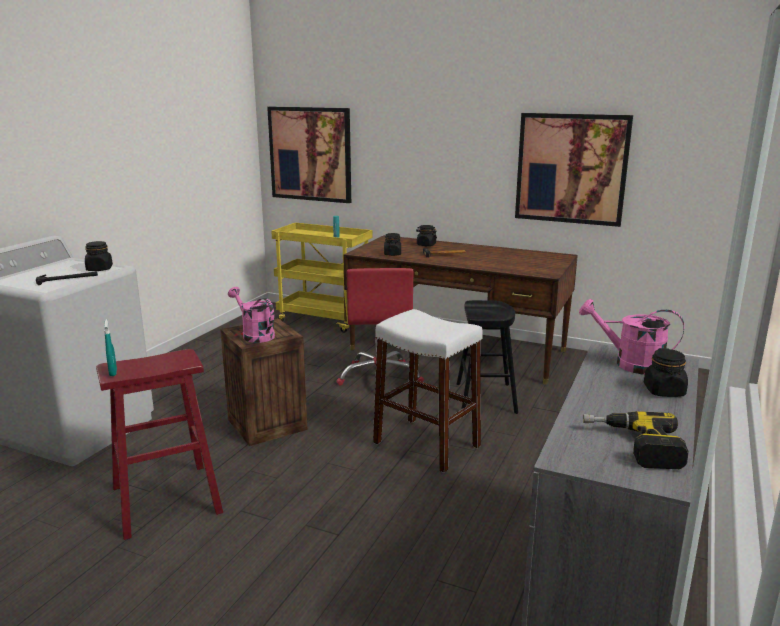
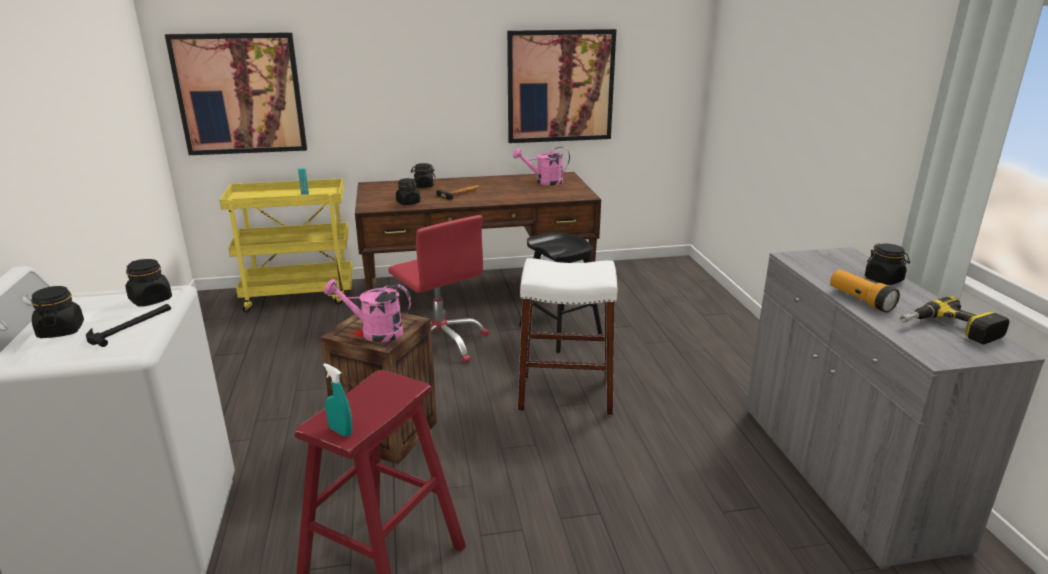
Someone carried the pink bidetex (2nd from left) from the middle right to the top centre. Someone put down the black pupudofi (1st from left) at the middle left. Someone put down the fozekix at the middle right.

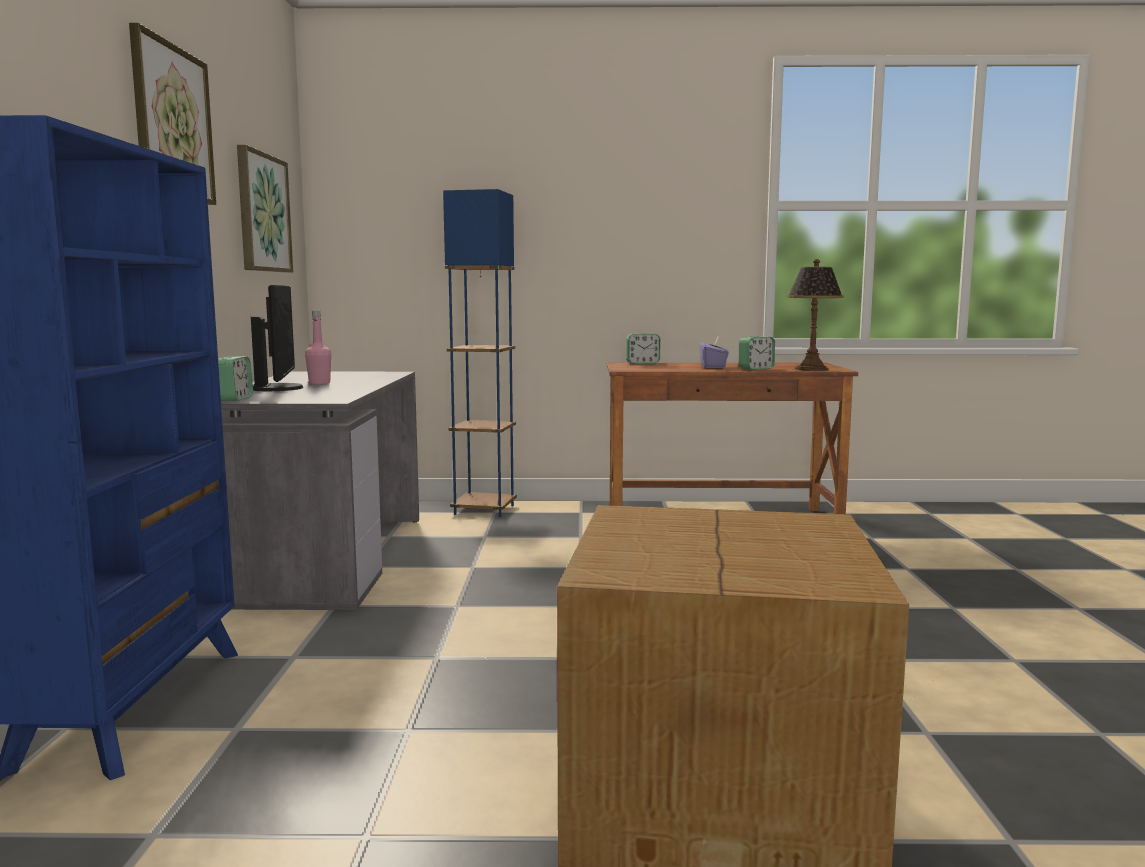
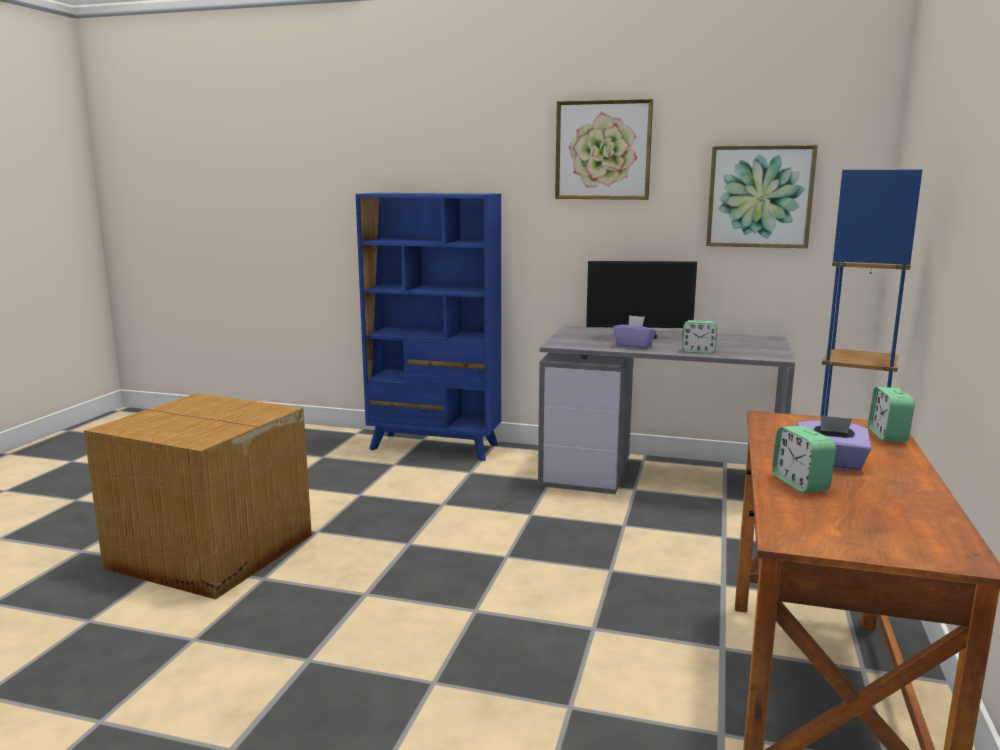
Someone carried the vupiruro (1st from left) from the middle left to the middle right. Someone took away the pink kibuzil at the middle left. Someone took away the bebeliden at the middle right. Someone put down the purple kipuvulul (1st from left) at the centre.

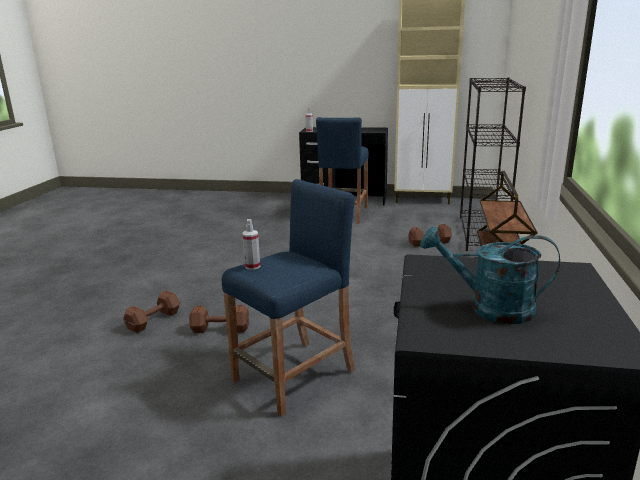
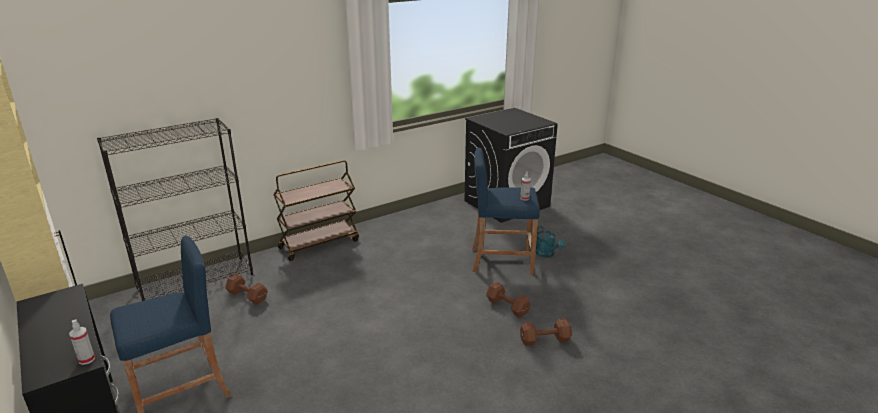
Someone carried the turquoise bidetex from the middle right to the centre.

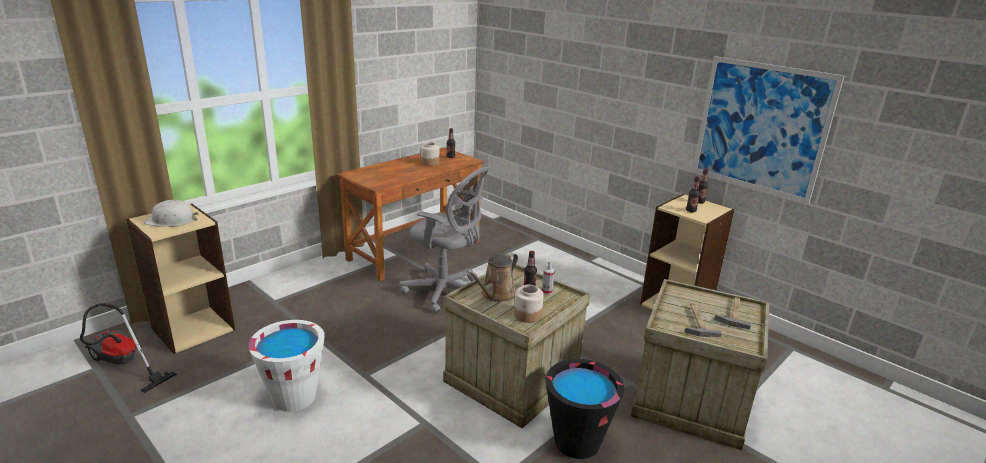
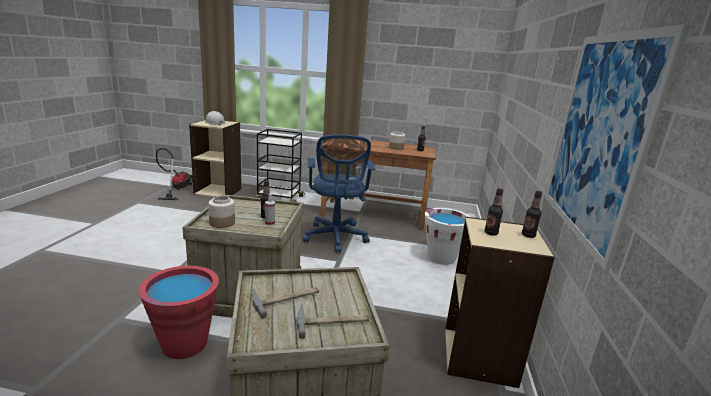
Someone carried the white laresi from the bottom left to the centre. Someone repainted the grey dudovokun at the centre, which became the blue dudovokun at the centre. Someone took away the brown bidetex at the centre. Someone repainted the black laresi at the bottom centre, which became the red laresi at the bottom left. Someone put down the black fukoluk at the centre.

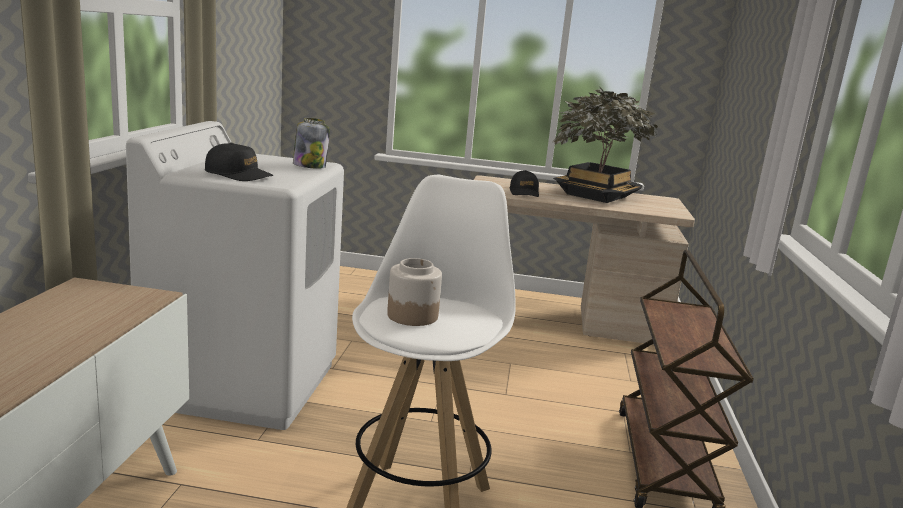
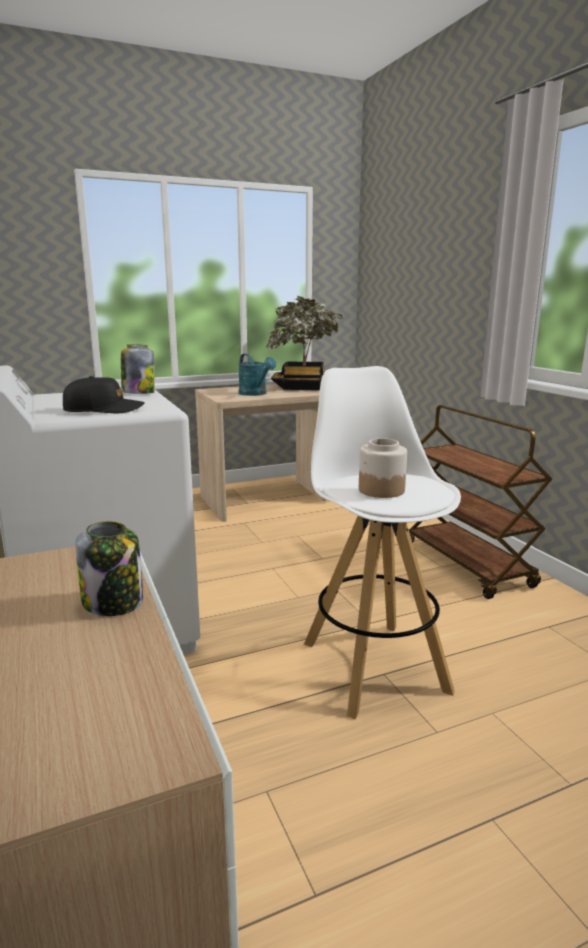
Someone swapped the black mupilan (2nd from left) at the centre for the turquoise bidetex at the centre. Someone put down the pupudofi (1st from left) at the middle left.

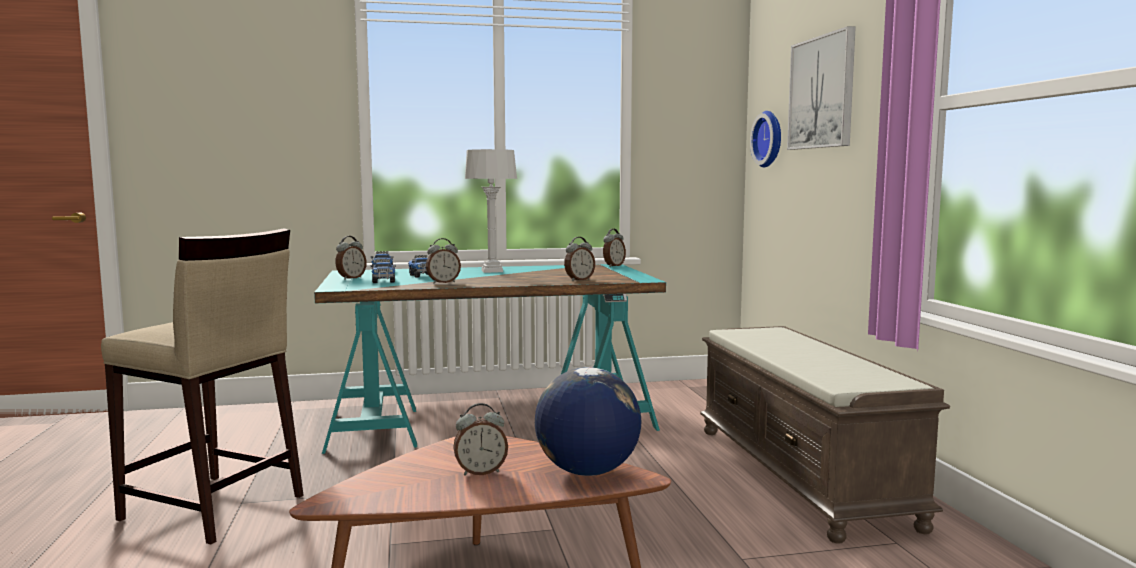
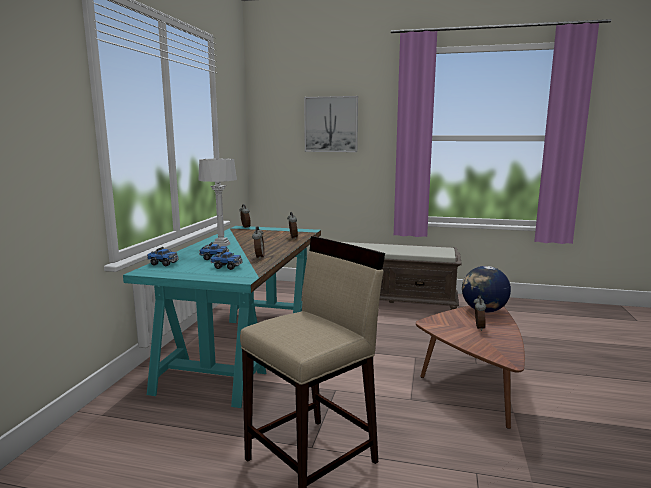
Someone took away the vupiruro (1st from left) at the middle left. Someone took away the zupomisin at the top right.

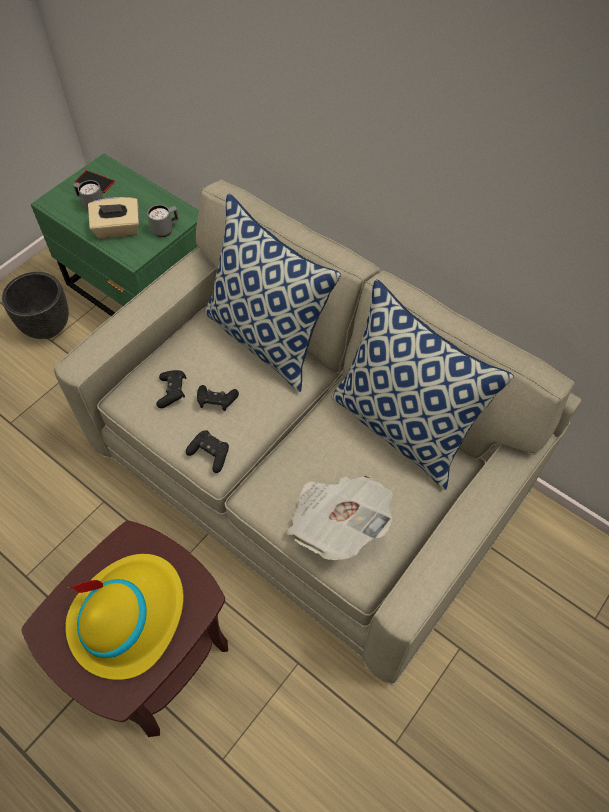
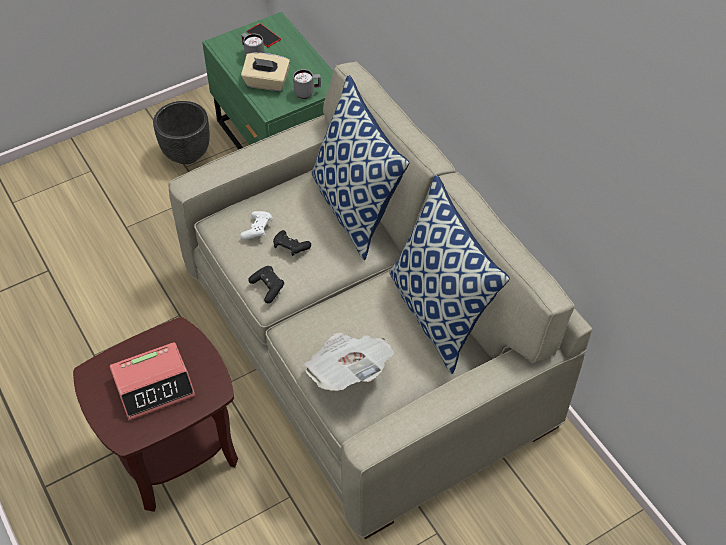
Someone swapped the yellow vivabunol at the bottom left for the vupiruro at the bottom left. Someone repainted the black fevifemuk (1st from left) at the middle left, which became the white fevifemuk at the centre.

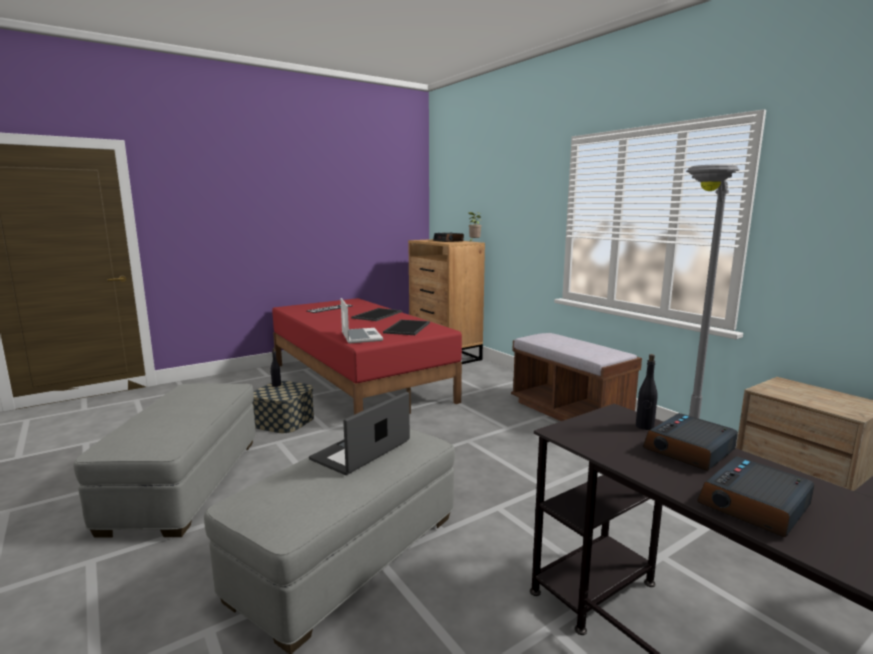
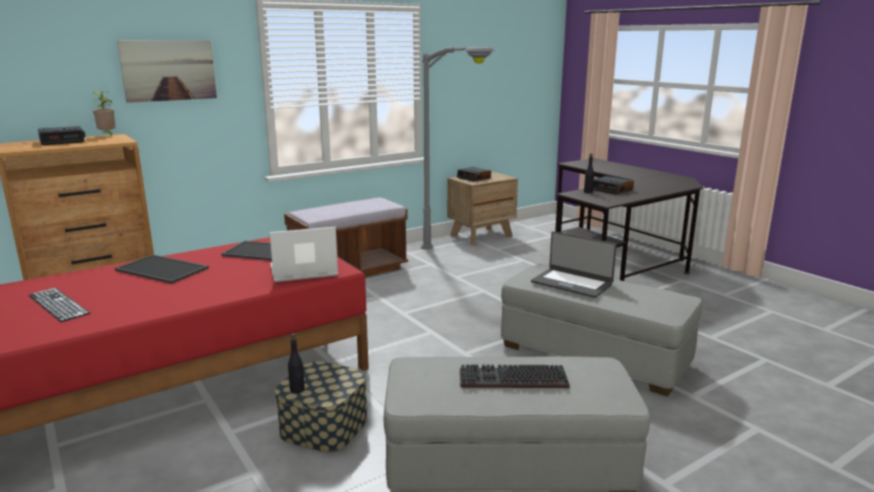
Someone carried the vupiruro (3rd from left in the first image) from the bottom right to the centre. Someone put up the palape at the top left. Someone put down the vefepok (2nd from left) at the bottom centre.

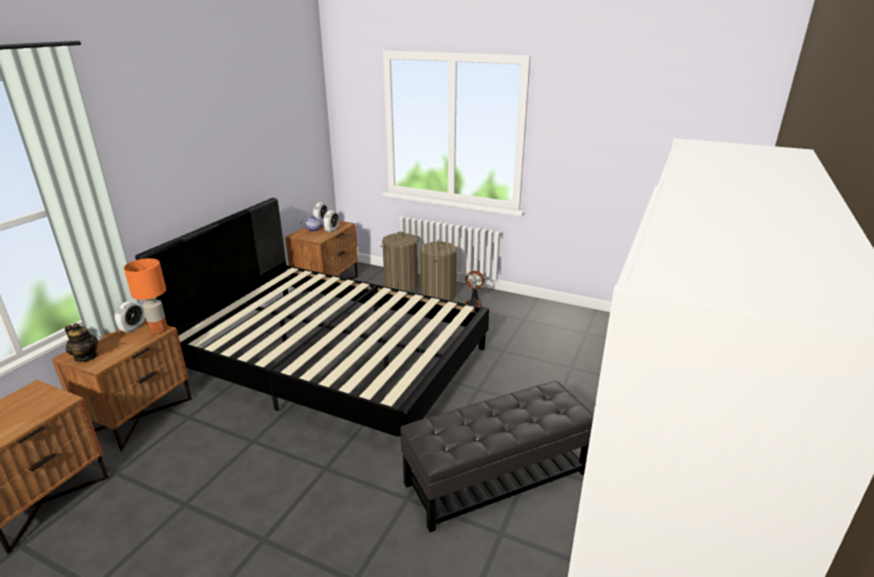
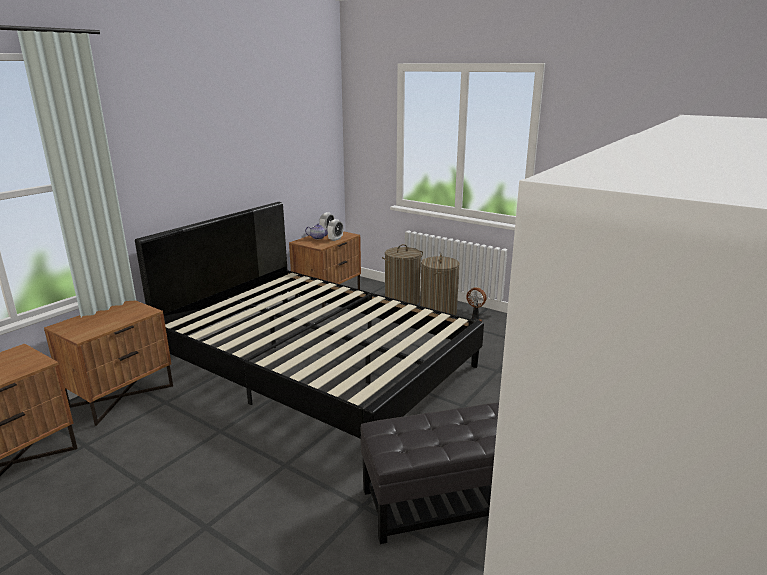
Someone took away the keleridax (1st from left) at the middle left. Someone took away the vupiruro (1st from left) at the middle left. Someone took away the orange bebeliden at the middle left.

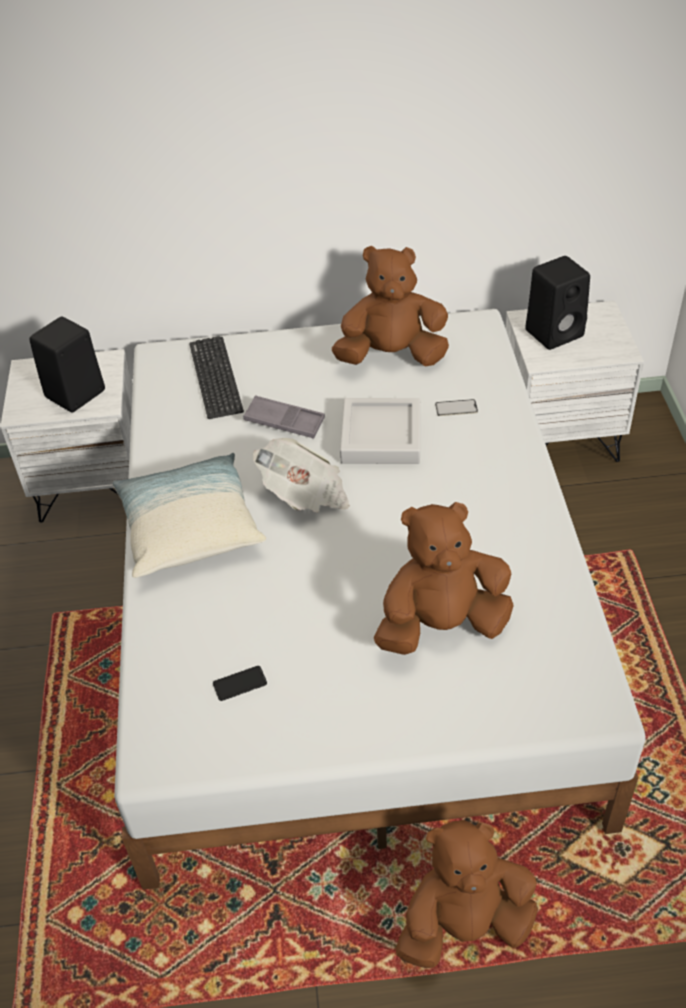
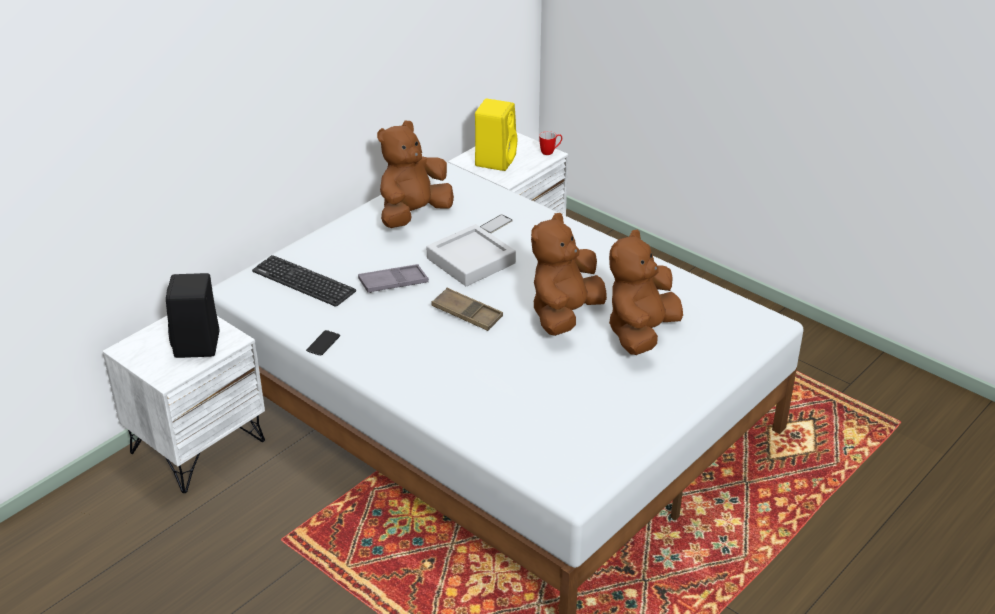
Someone took away the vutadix at the middle left. Someone carried the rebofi (1st from left) from the bottom centre to the middle left. Someone swapped the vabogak at the centre for the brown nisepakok at the centre. Someone carried the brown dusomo (3rd from left in the first image) from the bottom right to the centre. Someone repainted the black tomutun (2nd from left) at the top right, which became the yellow tomutun at the top centre. Someone put down the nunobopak at the top centre.

